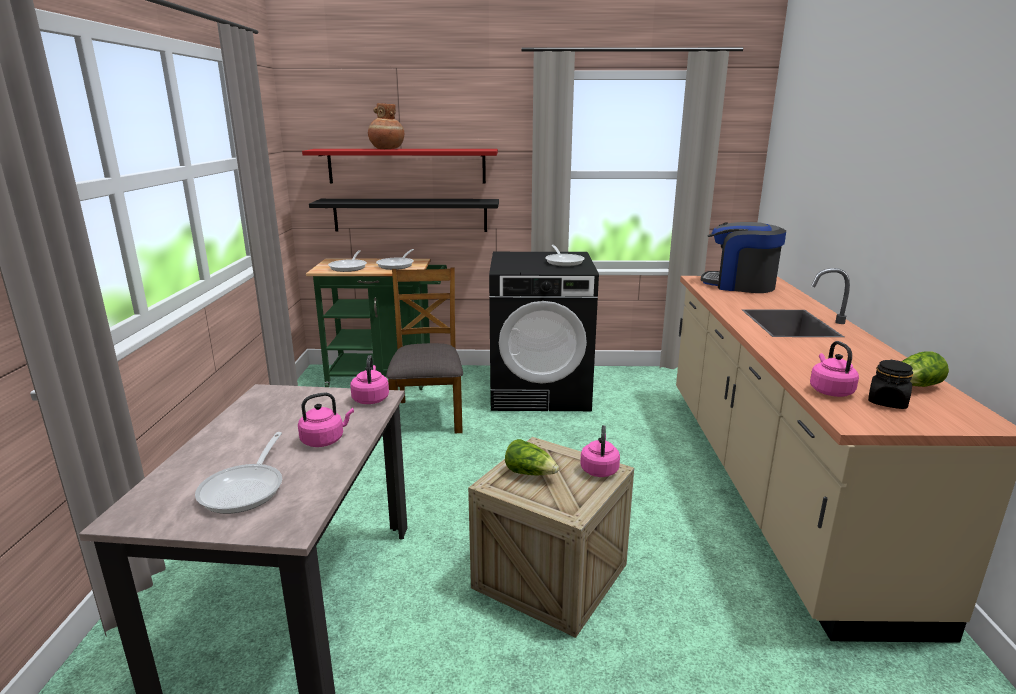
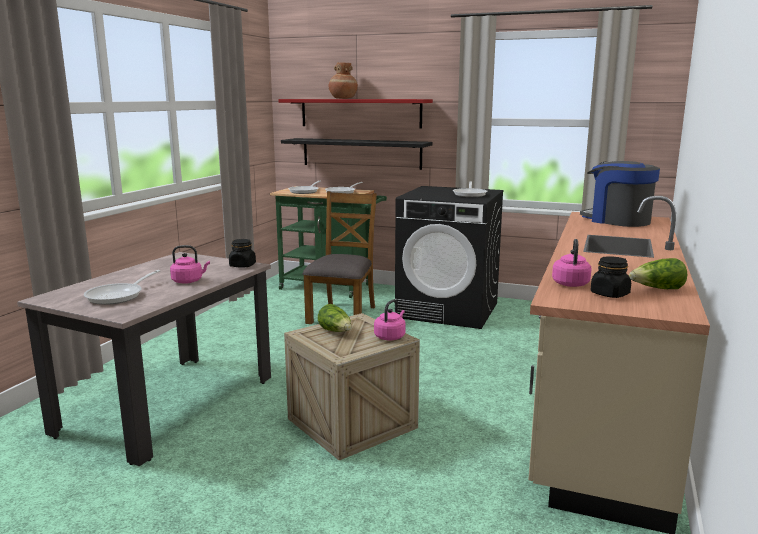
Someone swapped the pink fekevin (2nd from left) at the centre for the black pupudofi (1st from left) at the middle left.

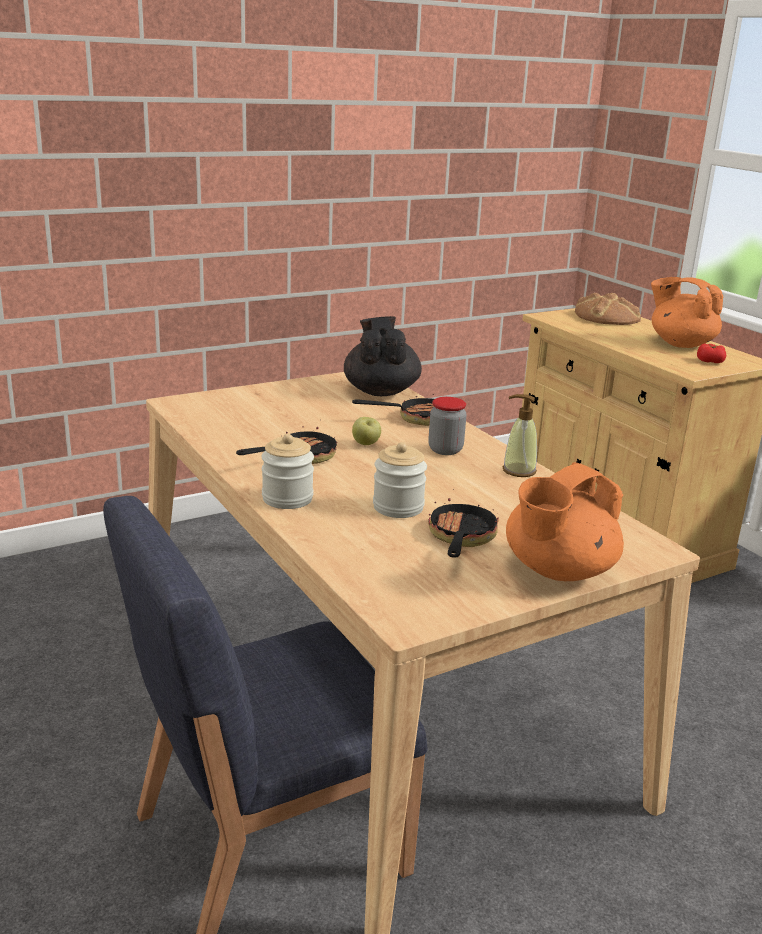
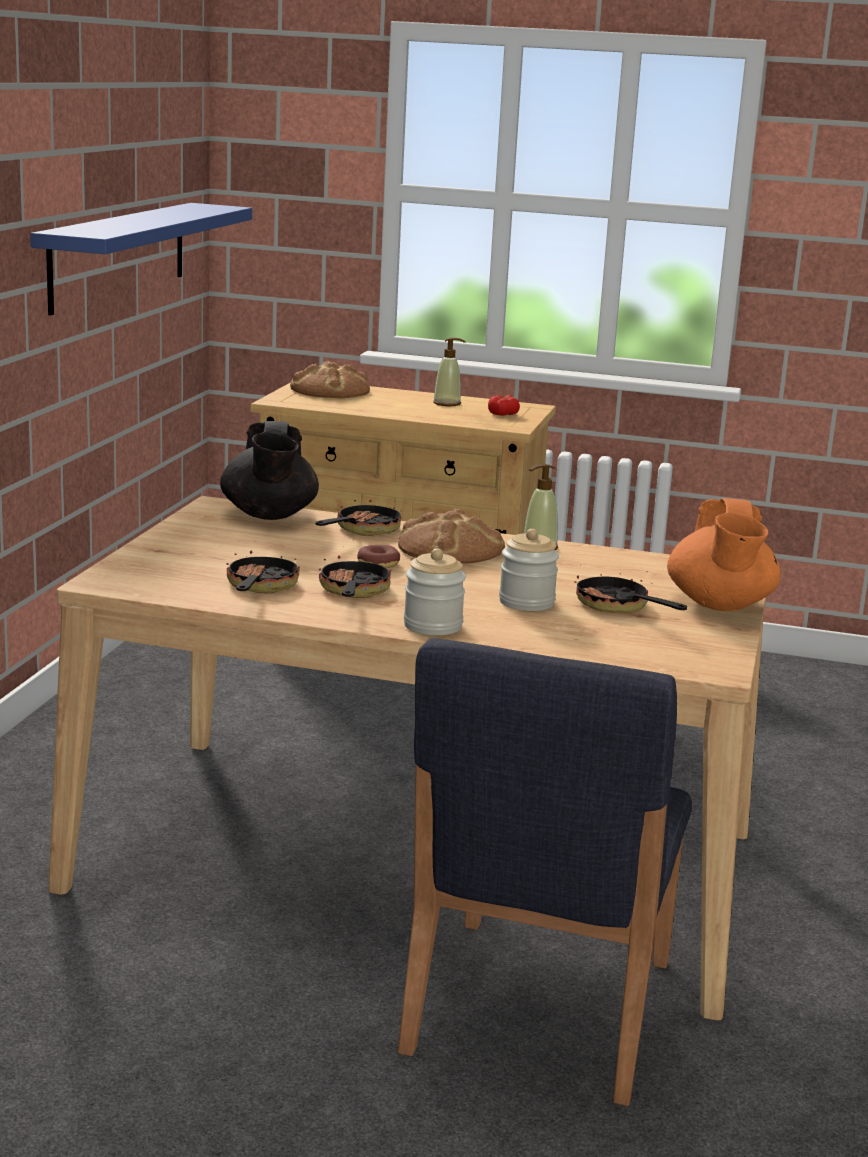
Someone rotated the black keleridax at the centre by 135 degrees counterclockwise. Someone swapped the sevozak at the centre for the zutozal at the centre. Someone swapped the pupudofi (3rd from left) at the centre for the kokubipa (2nd from left) at the centre. Someone swapped the orange keleridax (2nd from left) at the middle right for the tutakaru (1st from left) at the top centre. Someone put up the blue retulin at the top left. Someone put down the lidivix (1st from left) at the middle left.

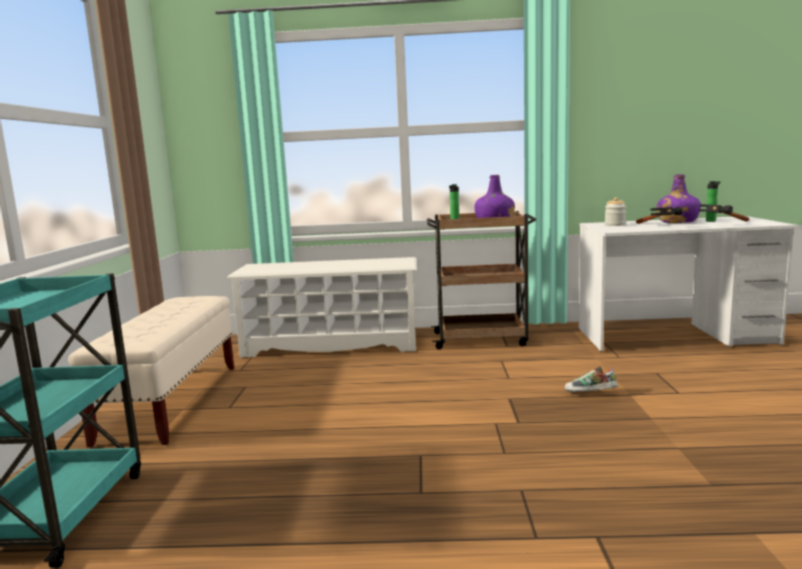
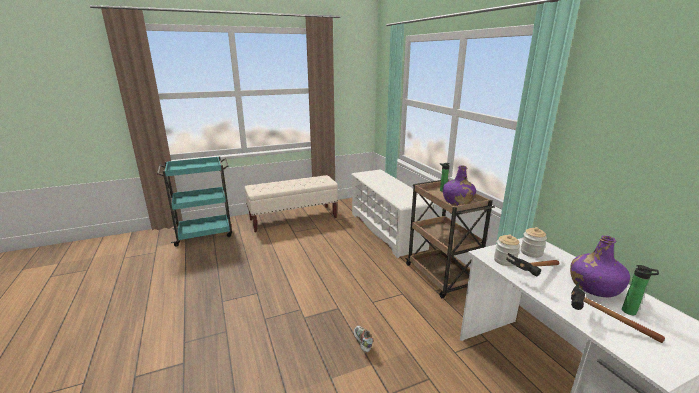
Someone put down the pupudofi (1st from left) at the middle right.

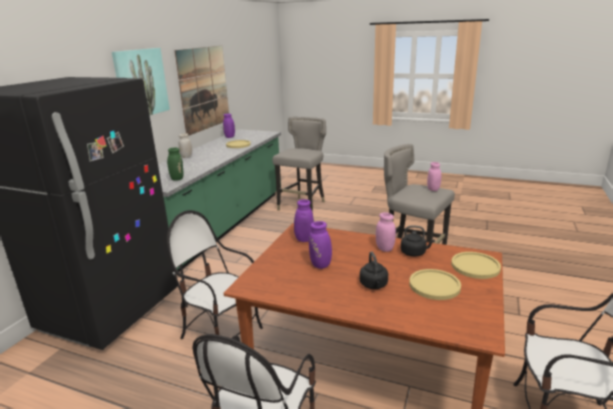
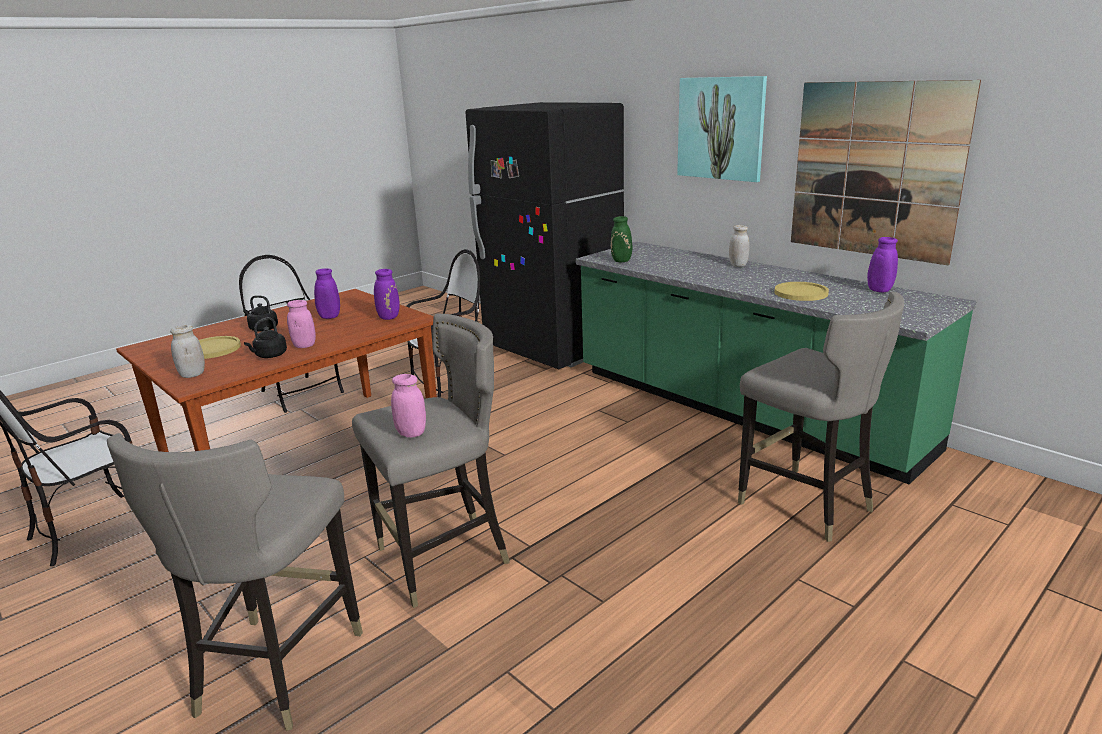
Someone swapped the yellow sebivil (3rd from left) at the middle right for the white pupudofi (1st from left) at the middle left. Someone put down the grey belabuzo (1st from left) at the bottom left.

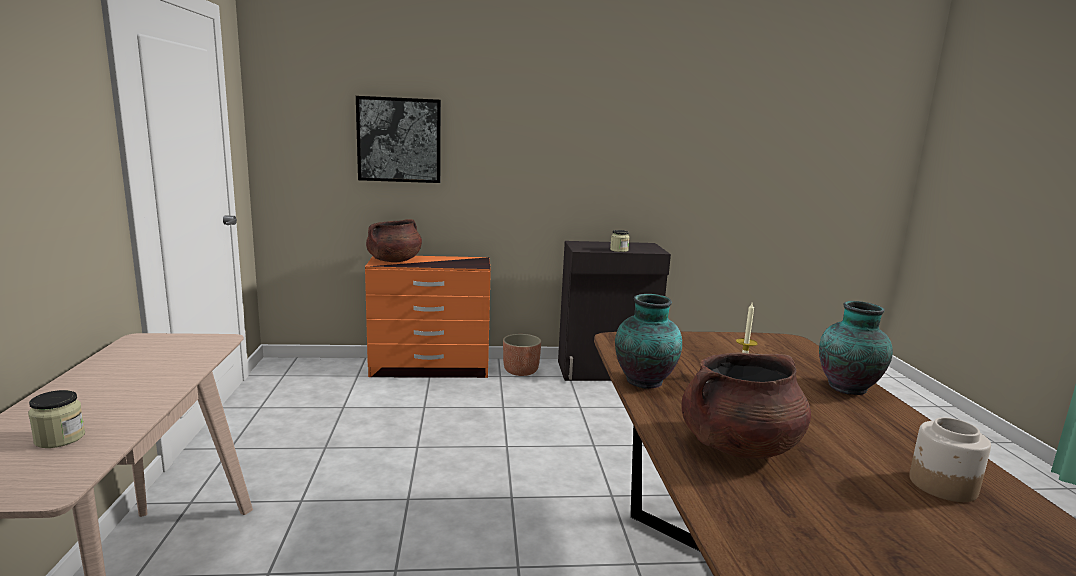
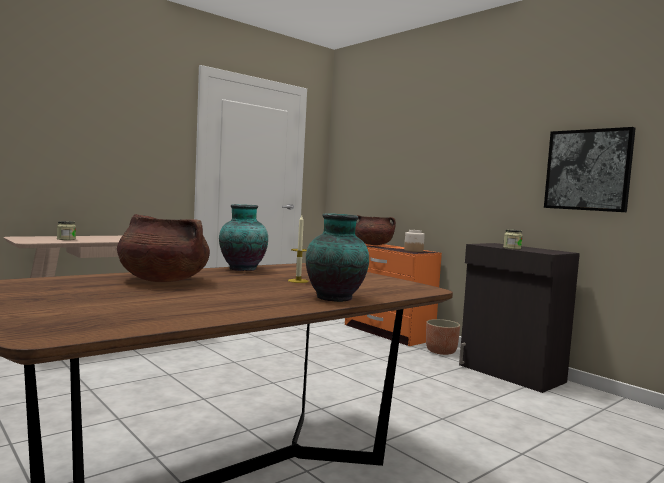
Someone carried the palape from the top centre to the middle right. Someone carried the pupudofi (3rd from left in the first image) from the bottom right to the centre.

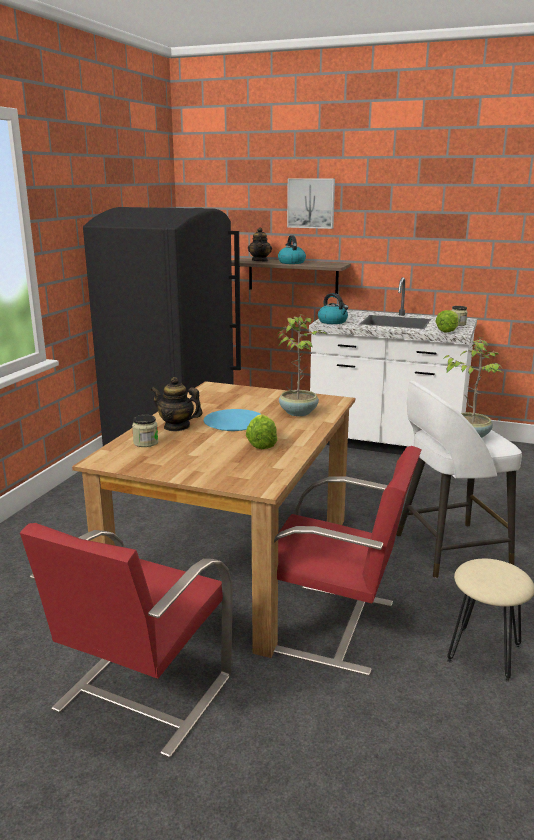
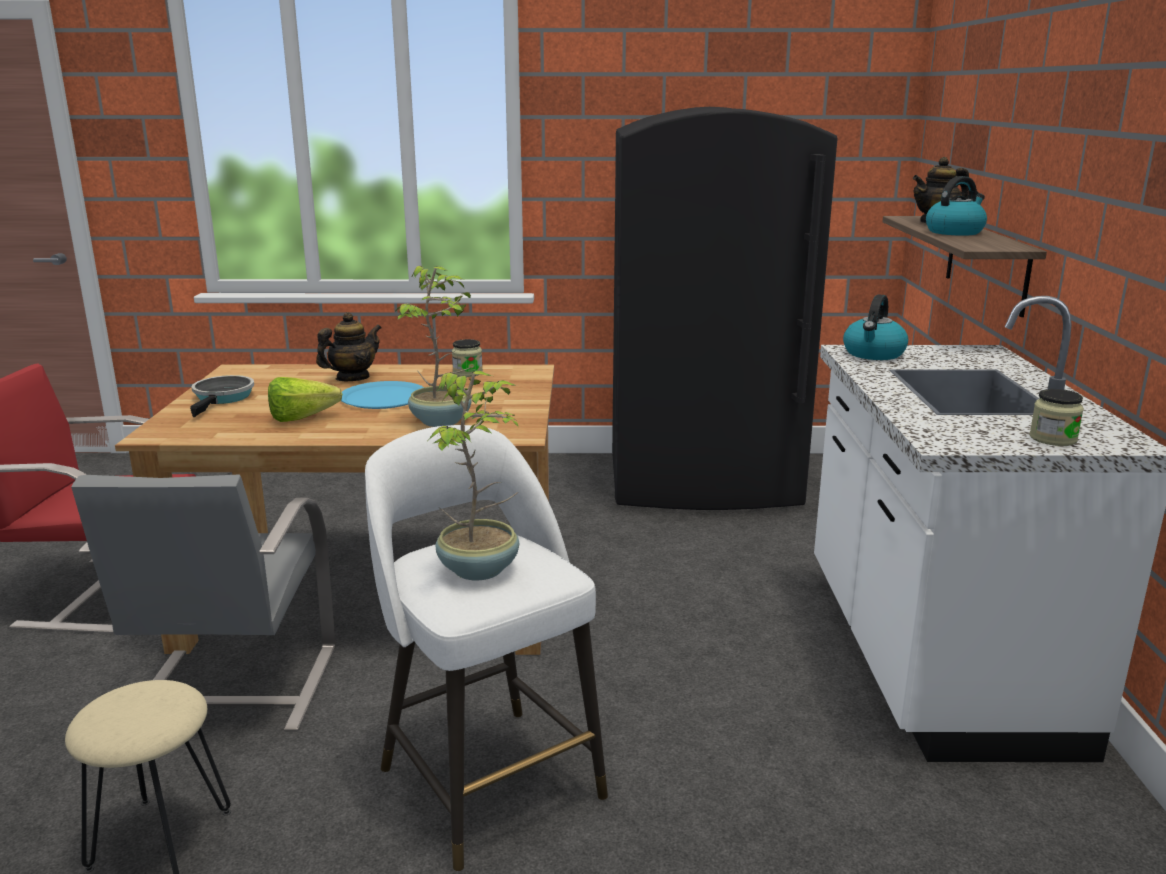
Someone carried the pupudofi (1st from left) from the middle left to the centre. Someone rotated the keleridax (1st from left) at the middle left by 45 degrees clockwise. Someone repainted the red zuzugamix (2nd from left) at the bottom centre, which became the grey zuzugamix at the bottom left. Someone took away the palape at the top centre. Someone took away the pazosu (2nd from left) at the middle right. Someone put down the lidivix at the middle left.

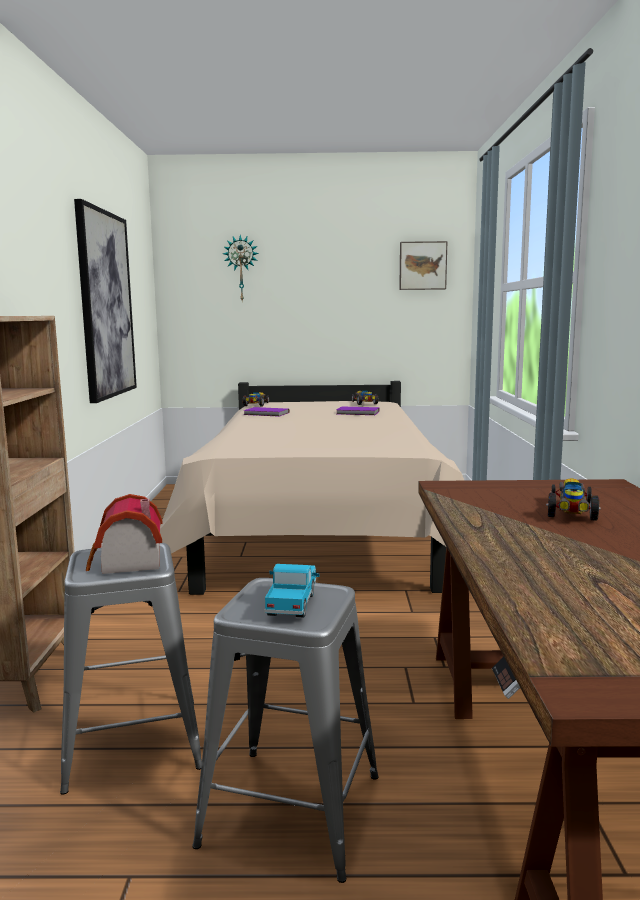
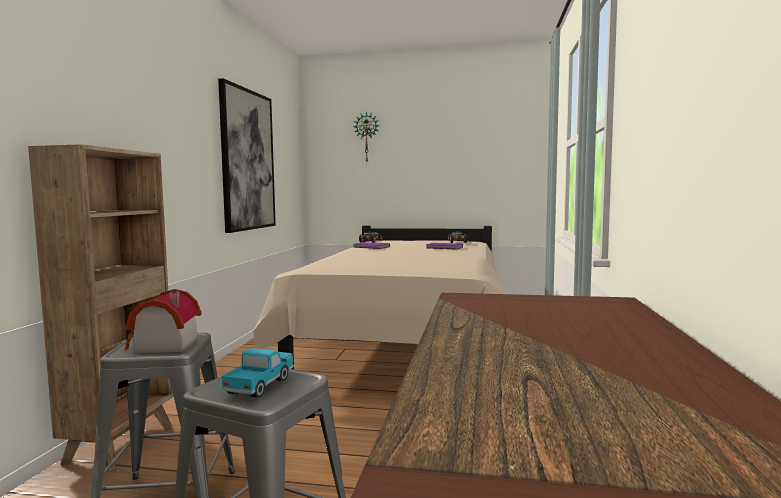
Someone took away the palape (2nd from left) at the top centre. Someone took away the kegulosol (3rd from left) at the middle right.

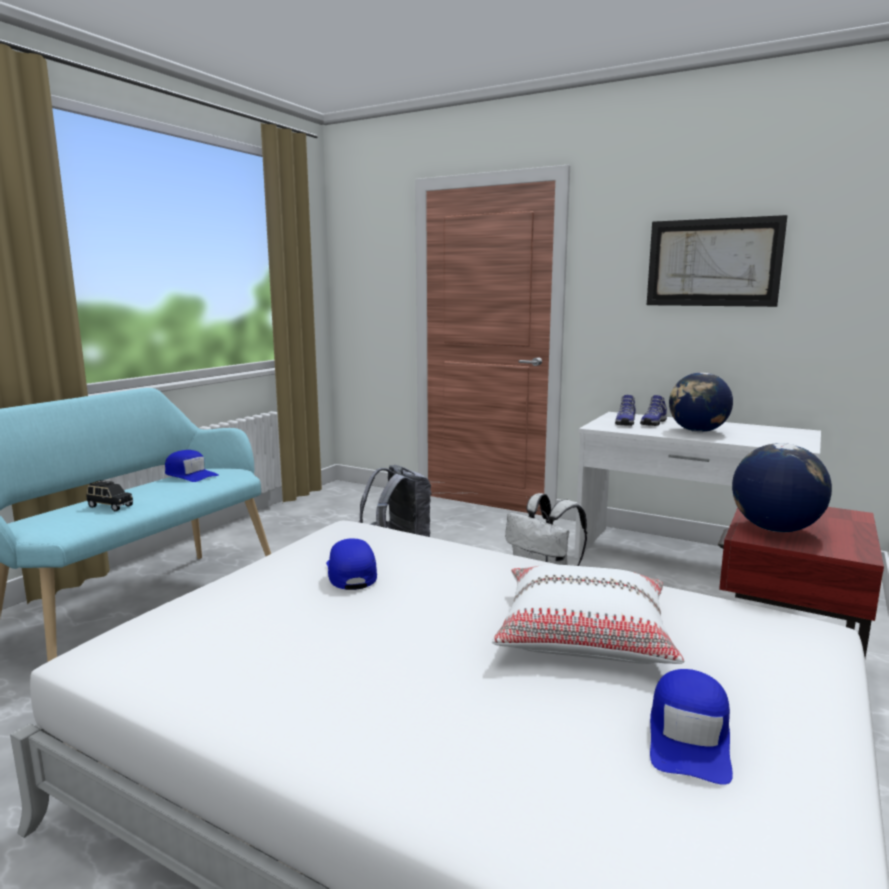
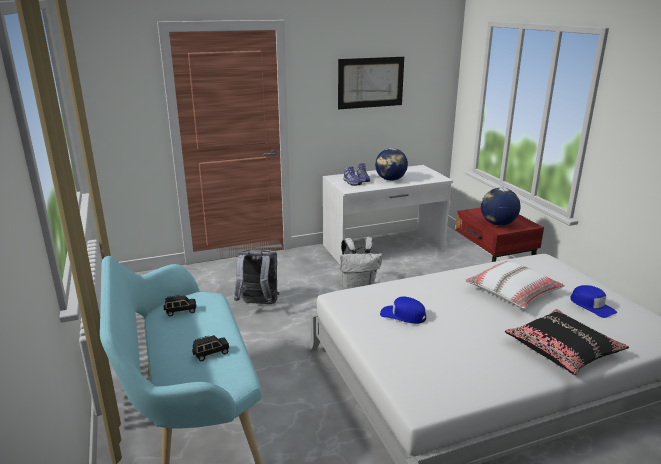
Someone swapped the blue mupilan (1st from left) at the middle left for the black kegulosol (1st from left) at the middle left. Someone put down the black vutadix at the bottom right.

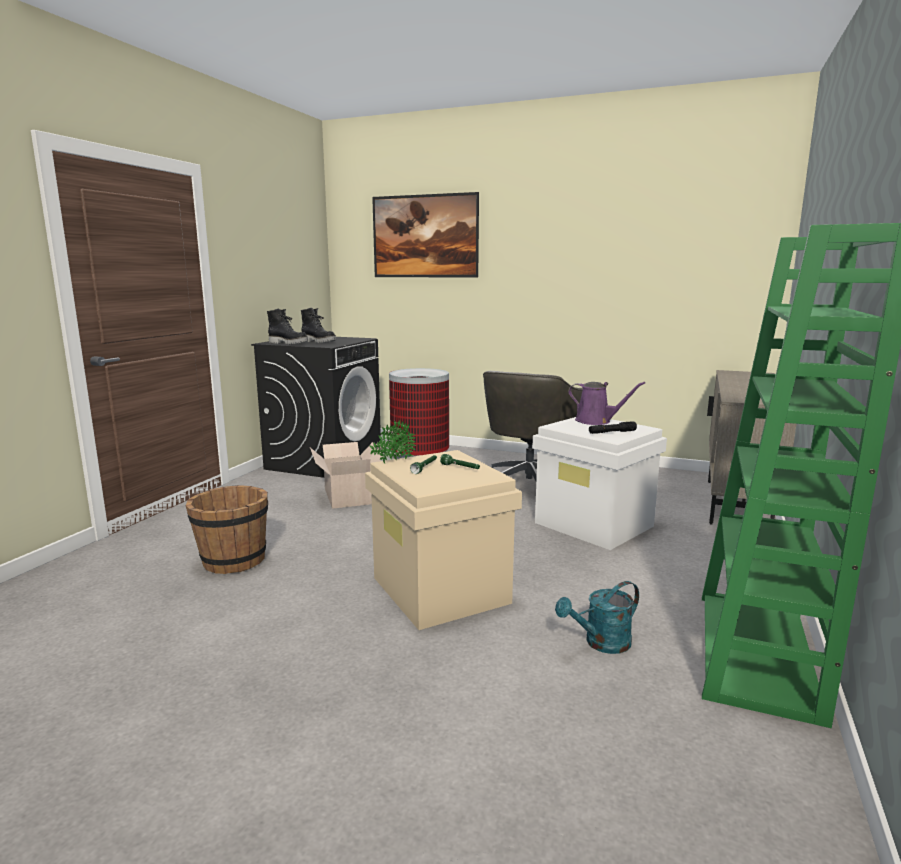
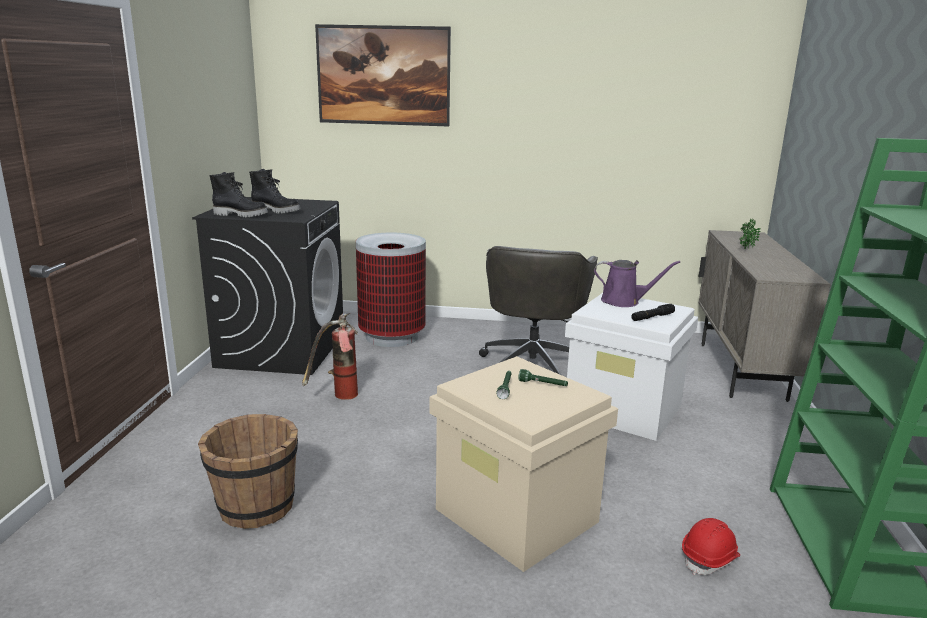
Someone swapped the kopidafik at the centre for the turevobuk at the centre. Someone carried the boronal from the centre to the middle right. Someone swapped the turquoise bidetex at the bottom centre for the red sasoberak at the bottom right.

